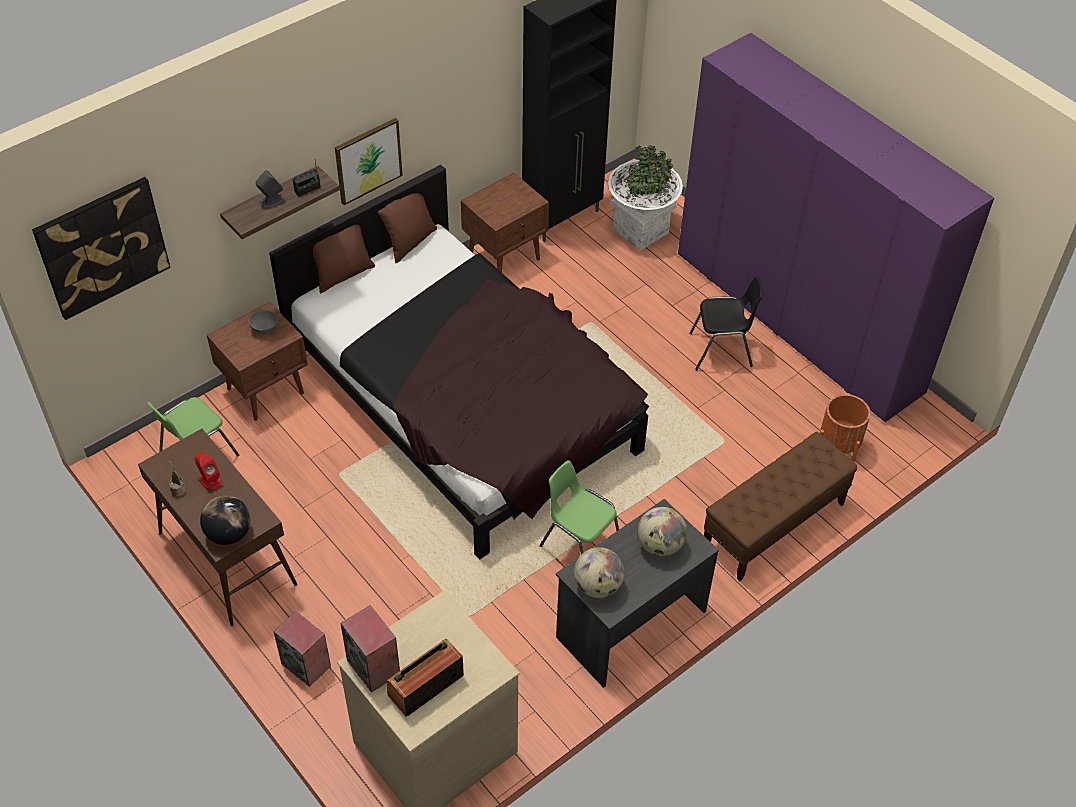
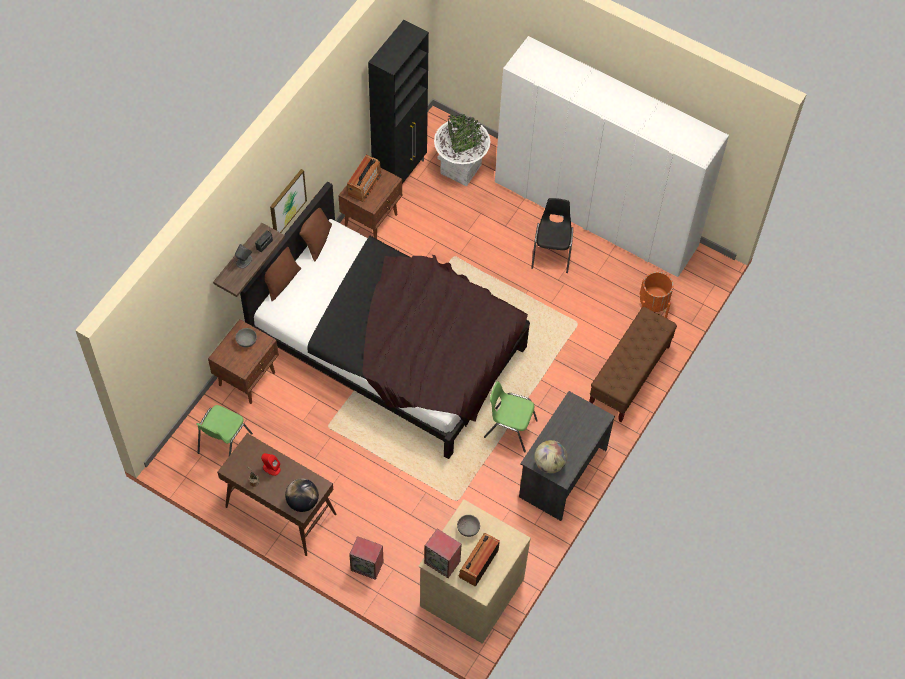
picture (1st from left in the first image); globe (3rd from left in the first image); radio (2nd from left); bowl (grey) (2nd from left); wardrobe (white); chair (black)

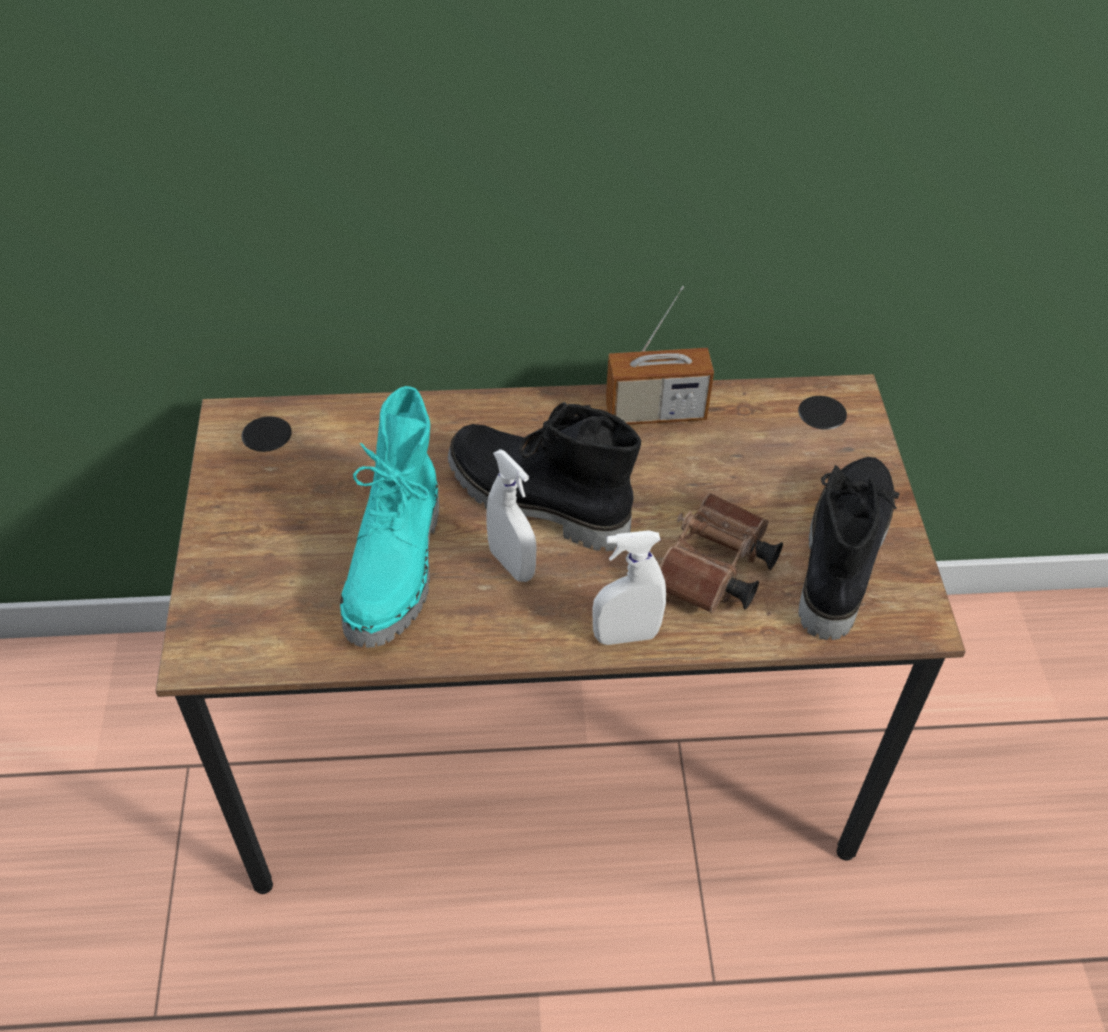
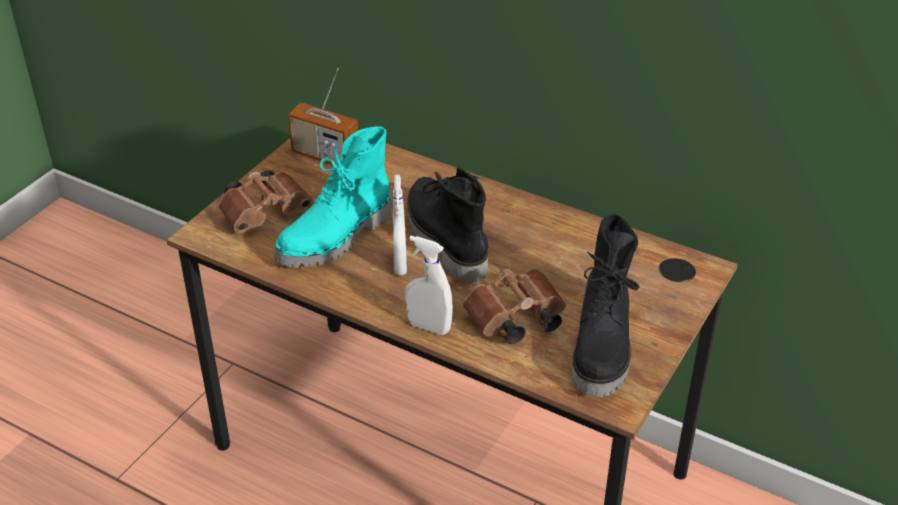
binoculars (brown) (1st from left); radio; boot (black) (2nd from left)

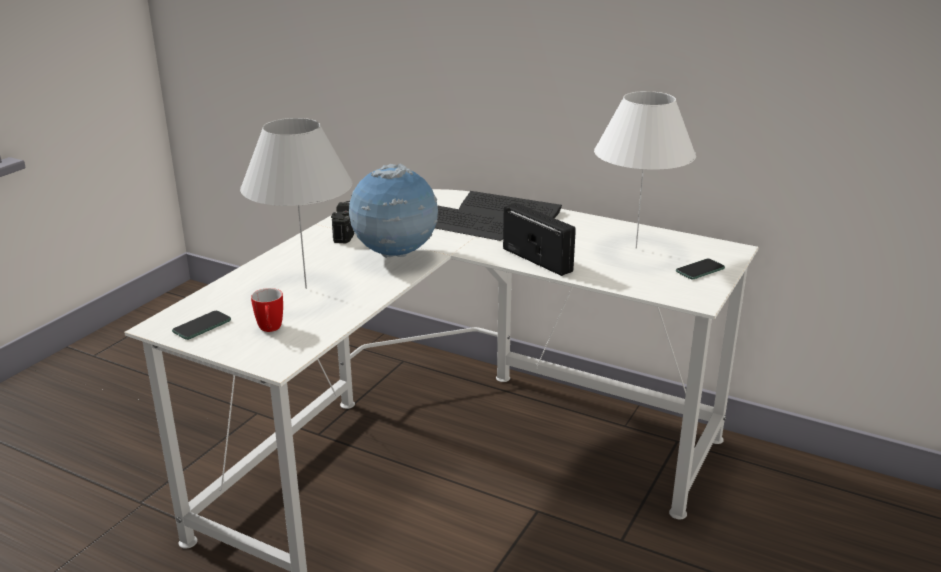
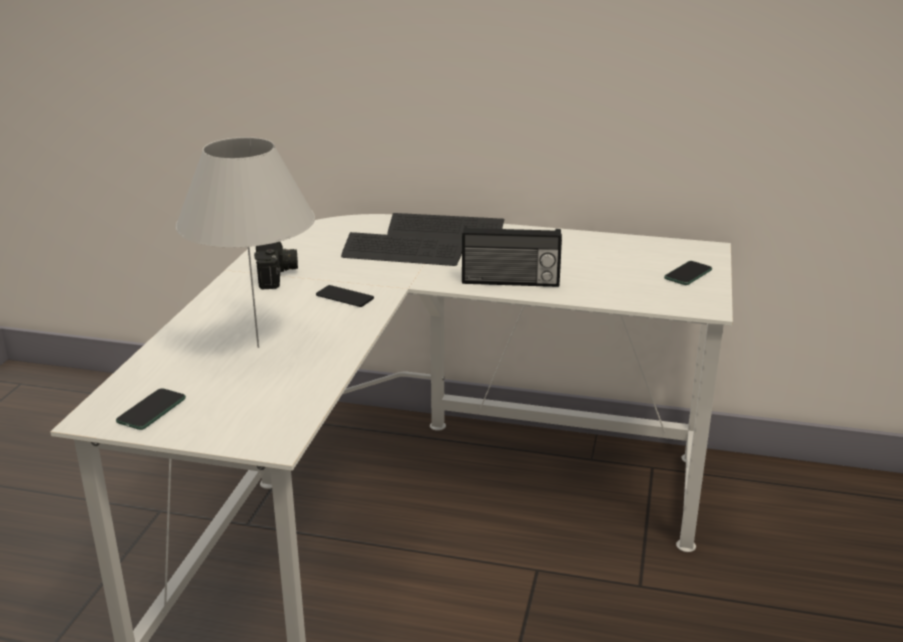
mug; table lamp (white) (2nd from left in the first image); phone (2nd from left); radio

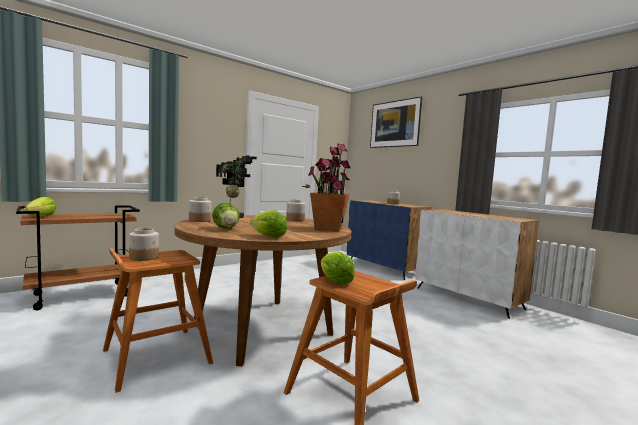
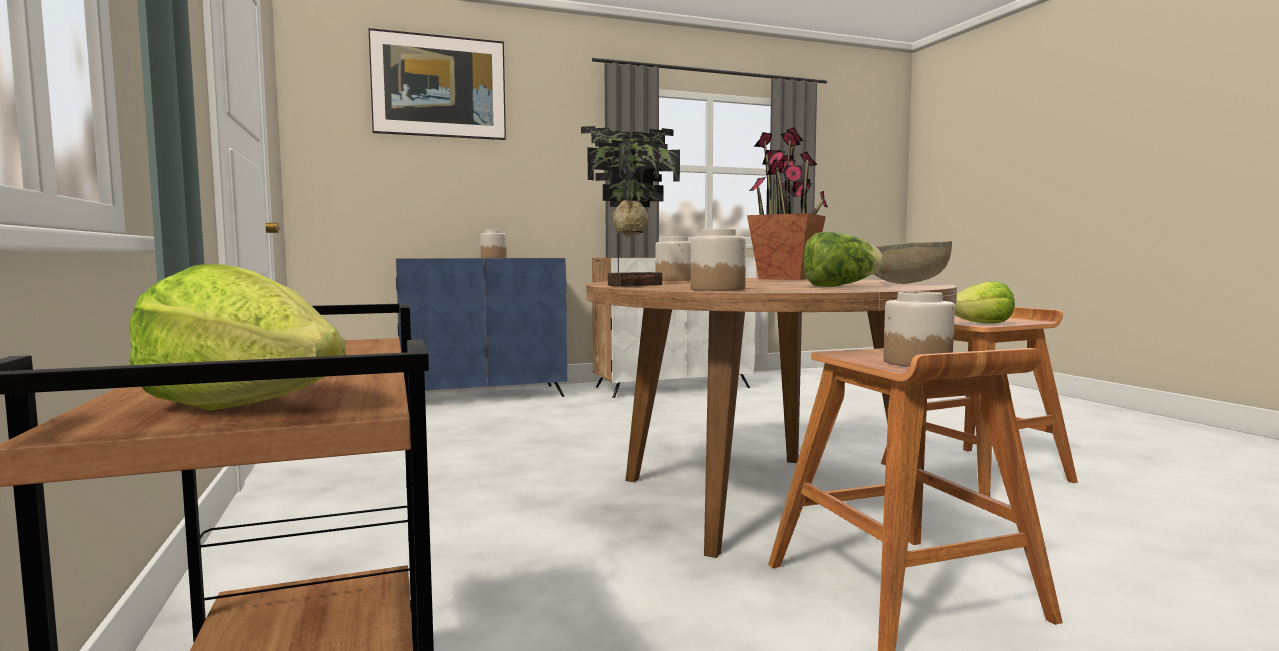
bowl (brown)

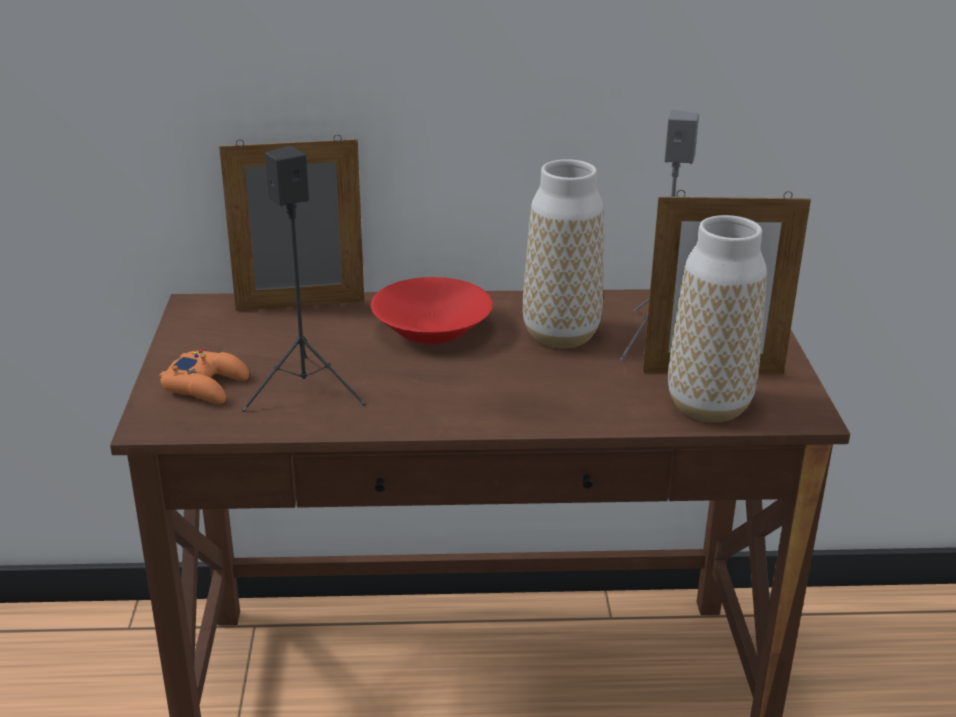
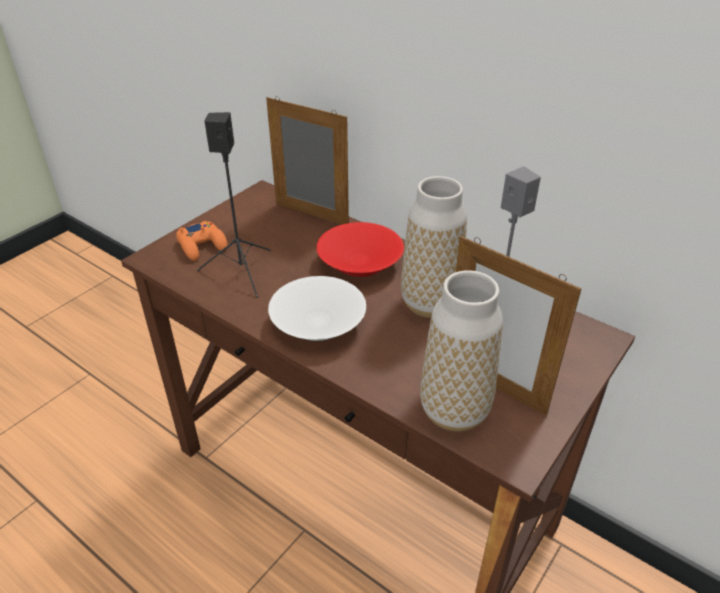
bowl (white)

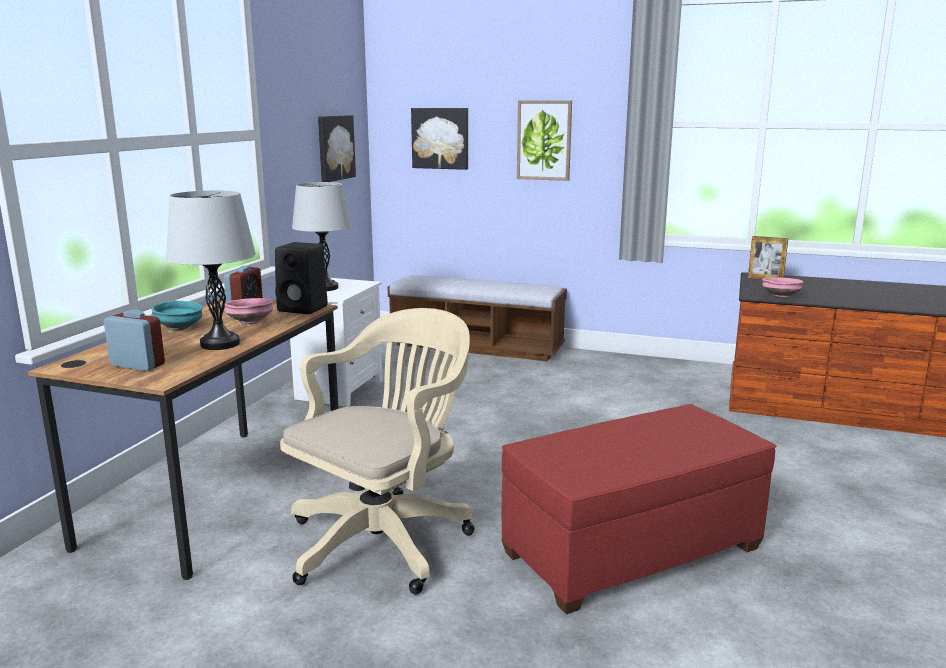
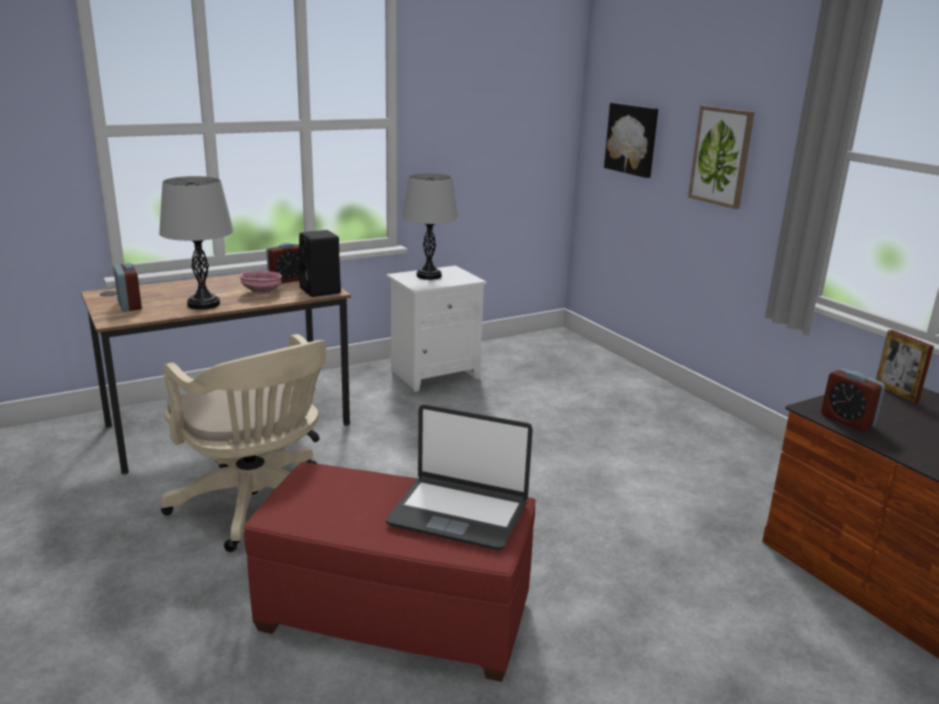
bowl (turquoise); picture (1st from left in the first image); bench; laptop; alarm clock (3rd from left); office chair (beige)

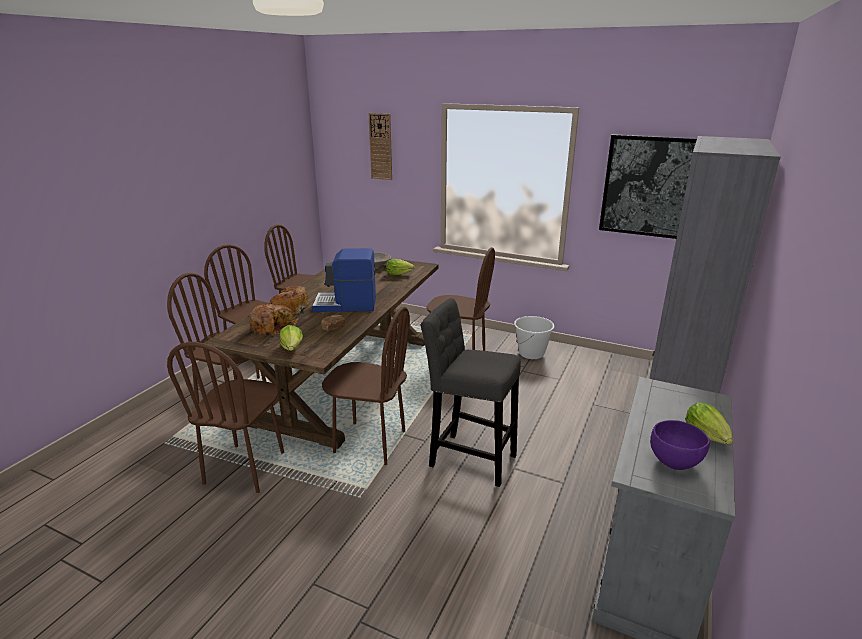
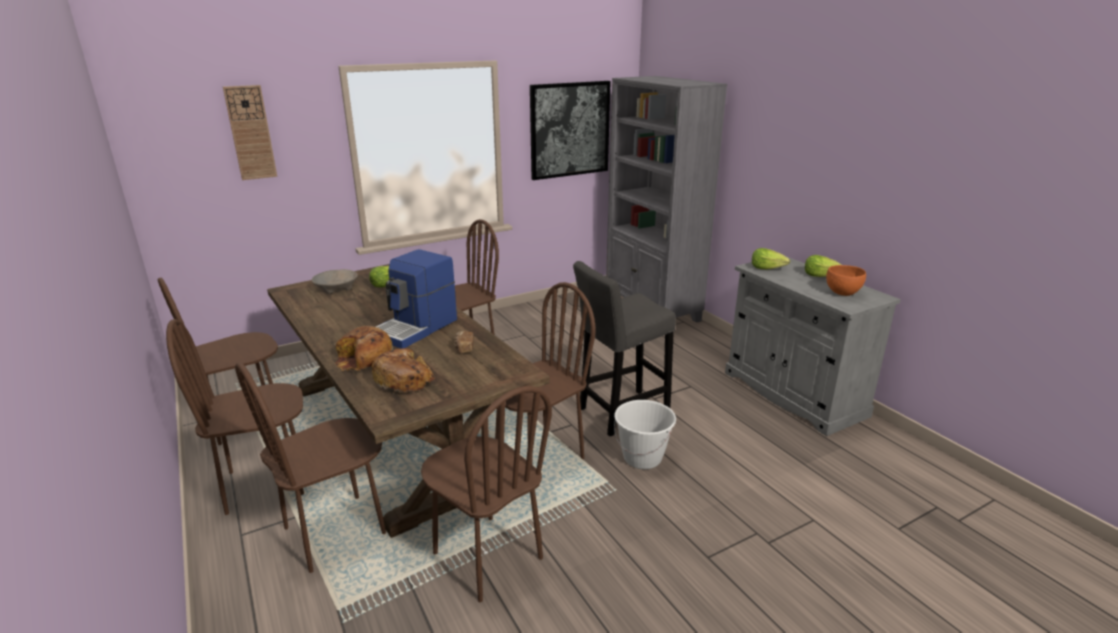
lettuce (2nd from left); bucket (white); bowl (orange)

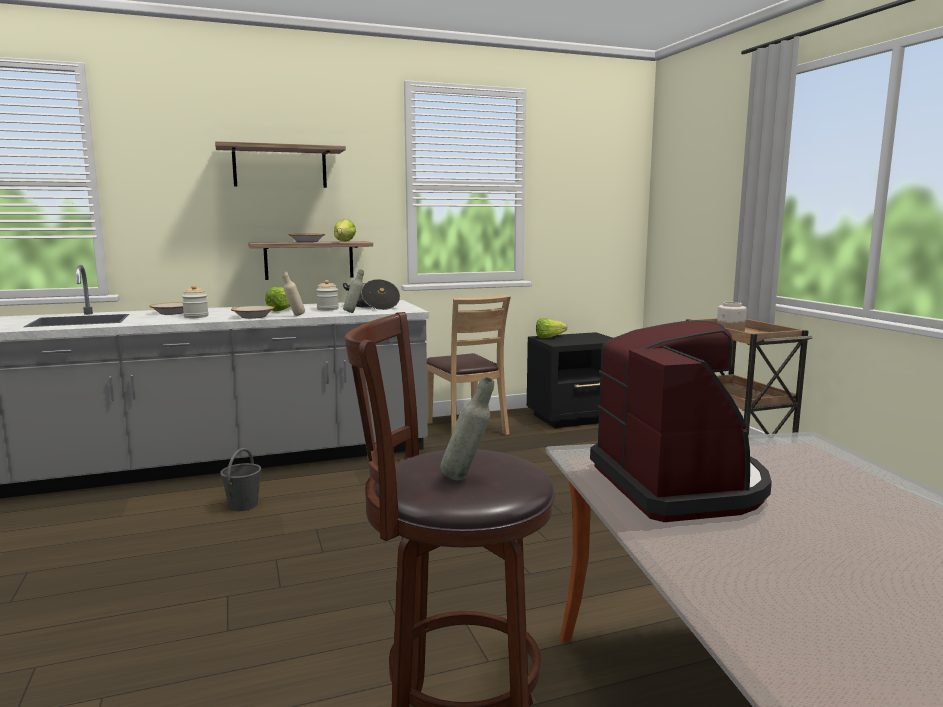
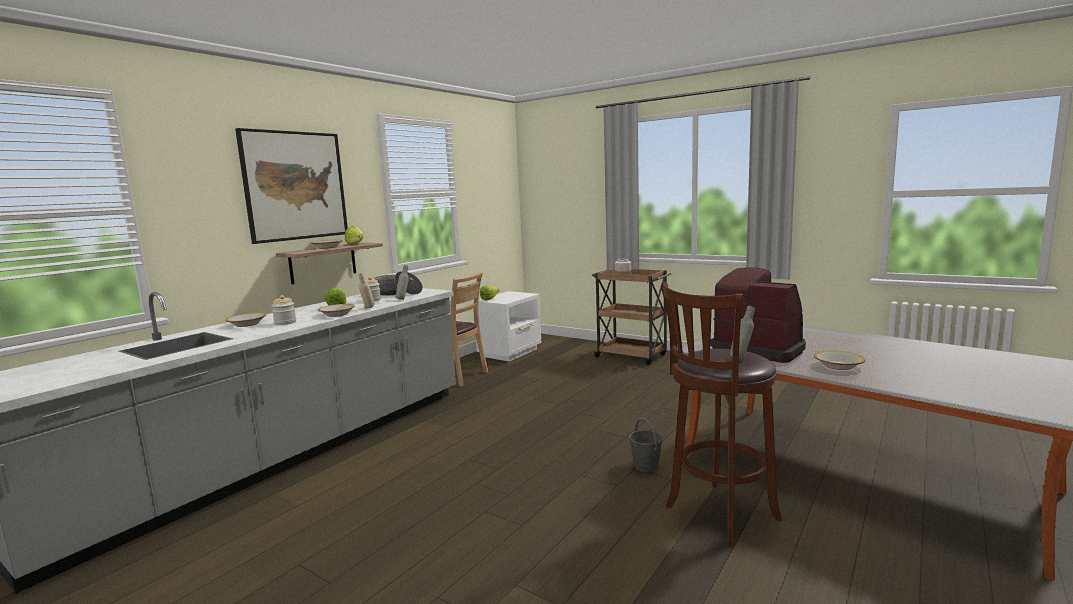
bowl (4th from left); bucket (grey); picture; nightstand (white)

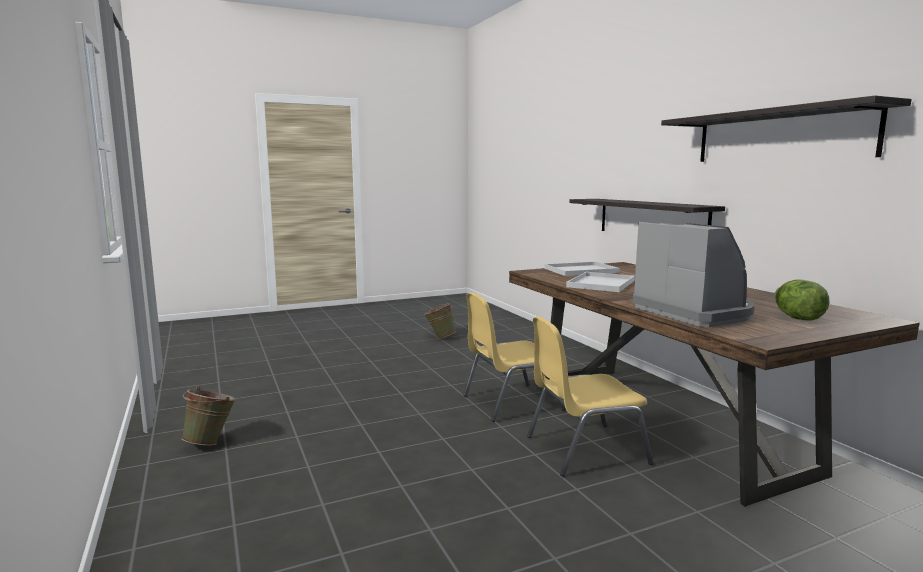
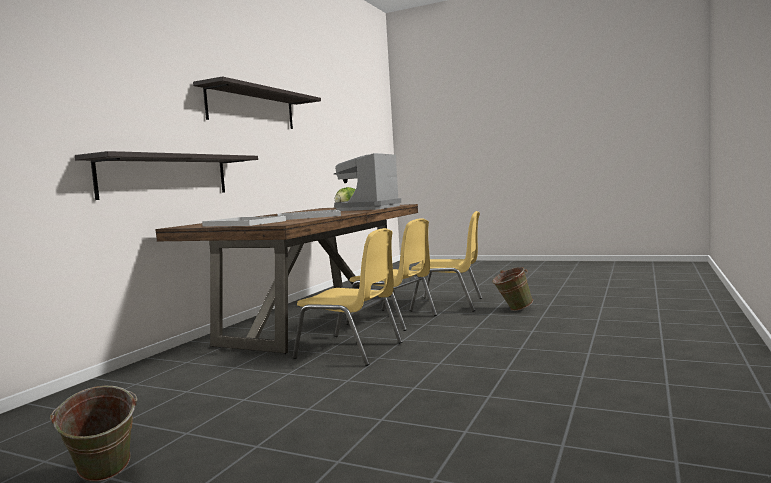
chair (yellow) (3rd from left); bucket (green) (2nd from left)

